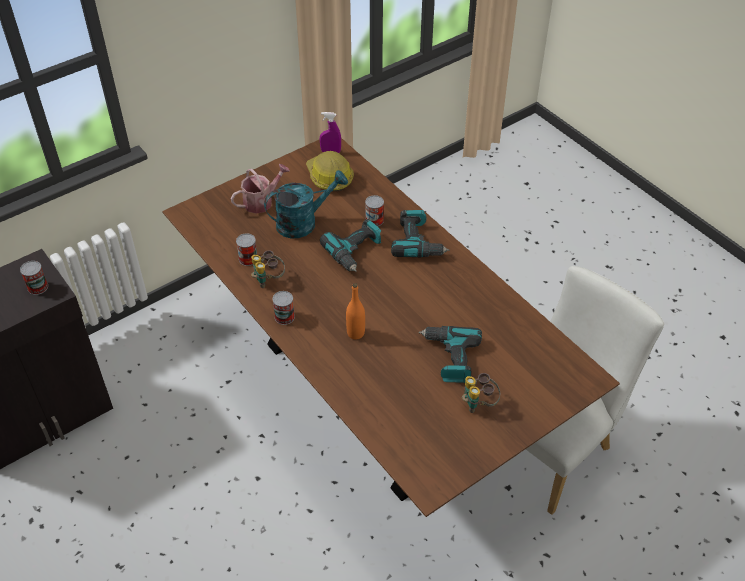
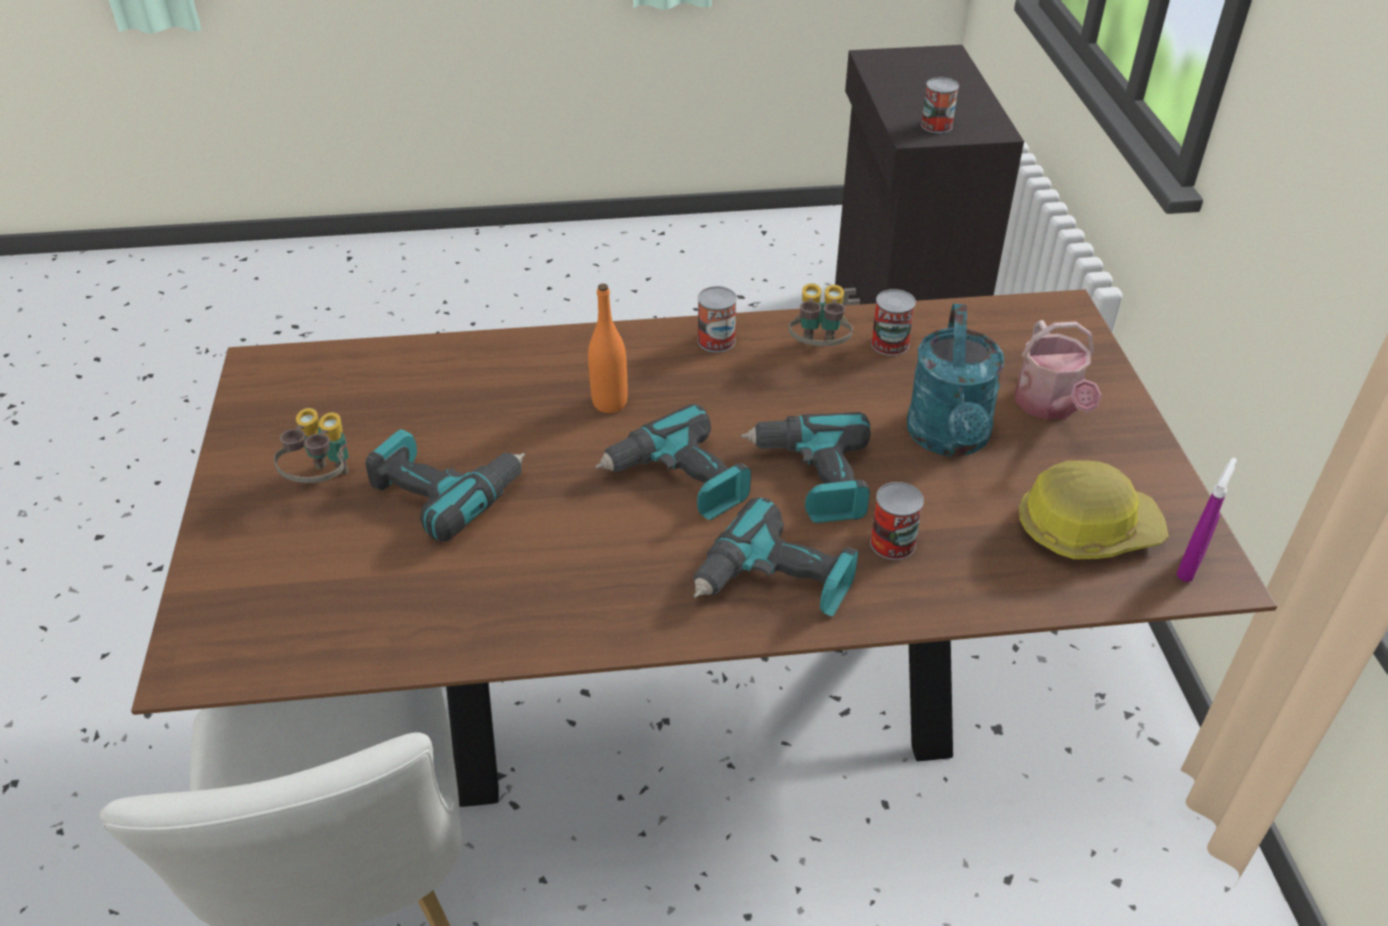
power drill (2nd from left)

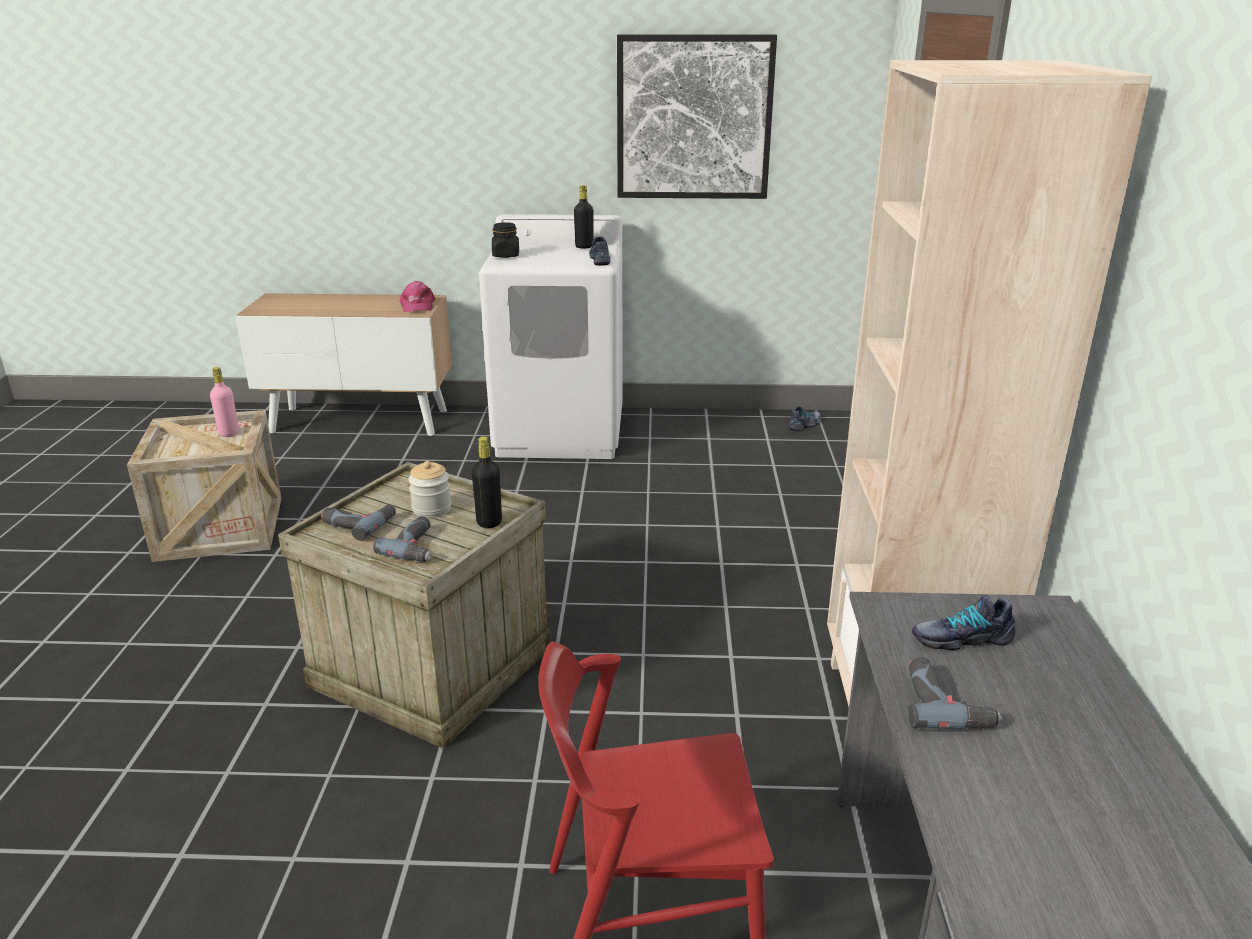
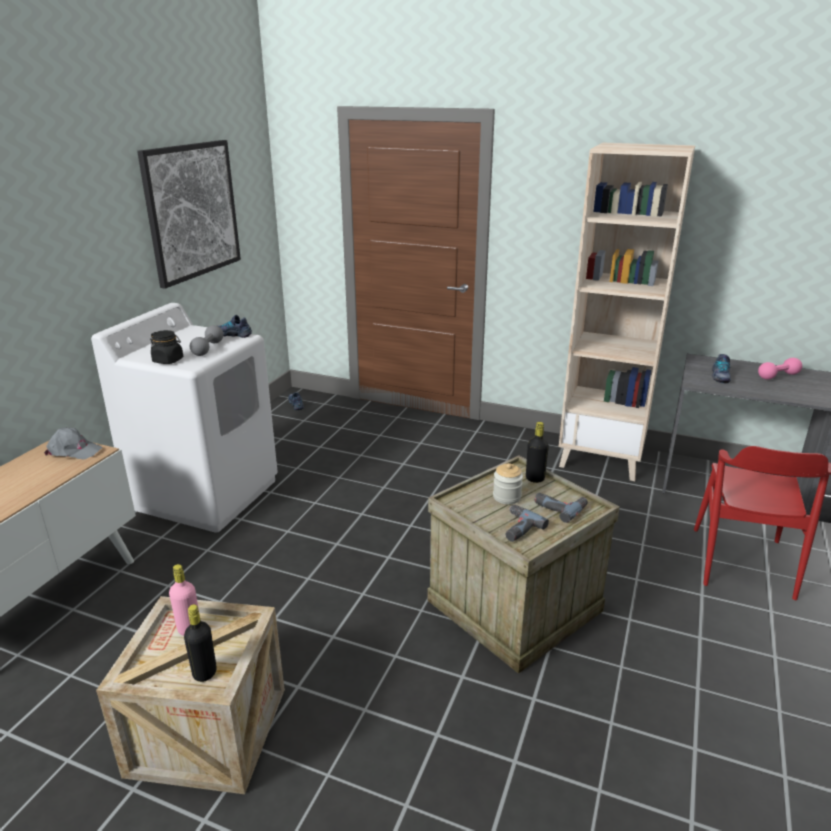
power drill (3rd from left in the first image); dumbbell (grey); dumbbell (pink); bottle (black) (1st from left); cap (grey)

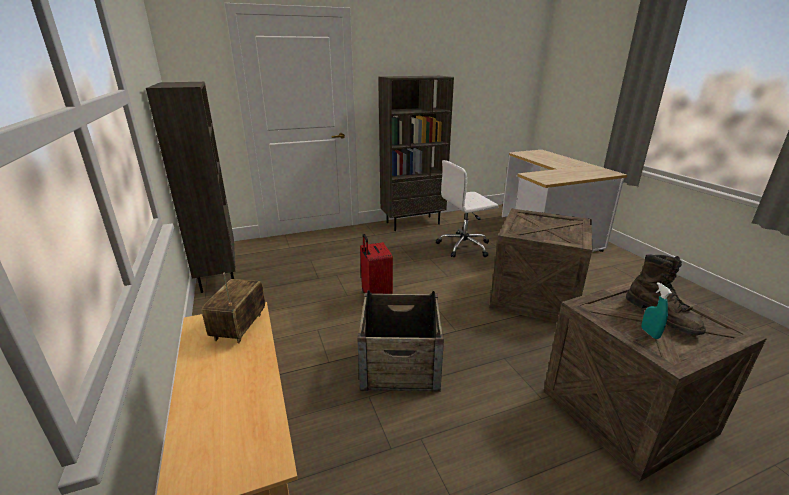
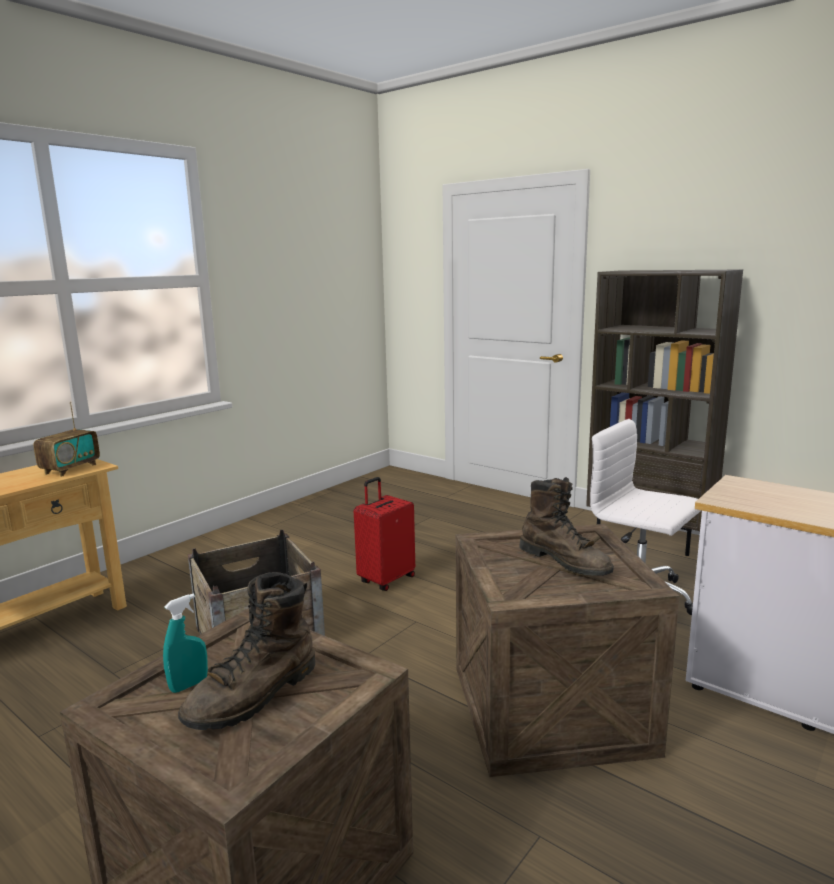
bookcase (brown) (1st from left in the first image); boot (brown) (2nd from left); radio

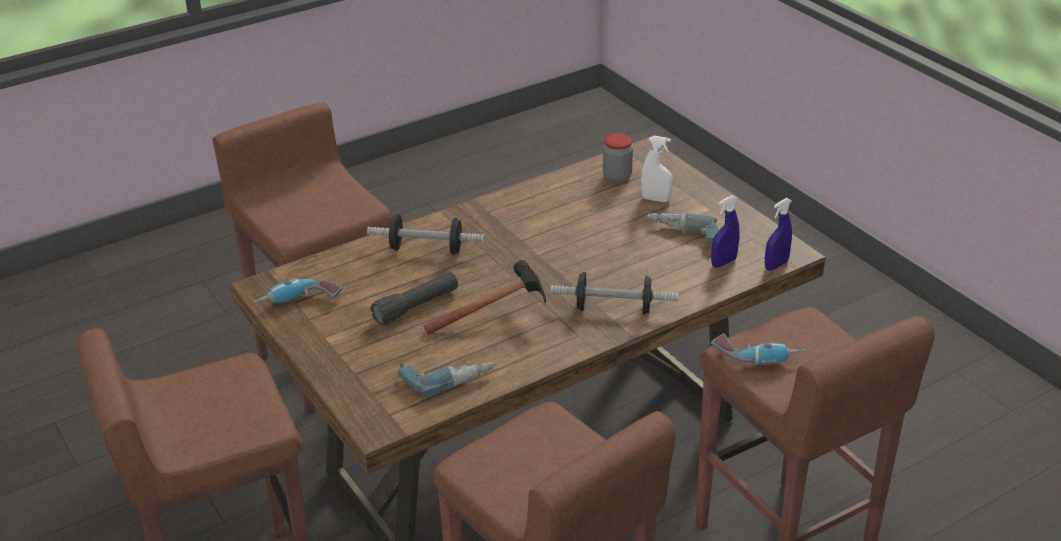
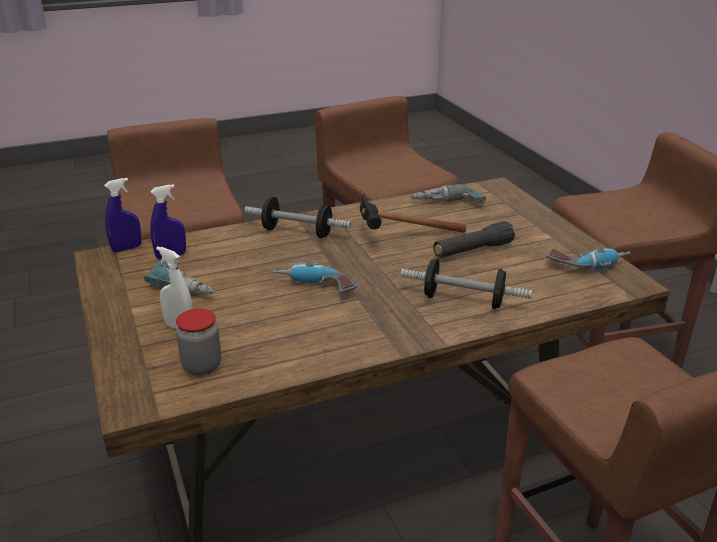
power drill (2nd from left)

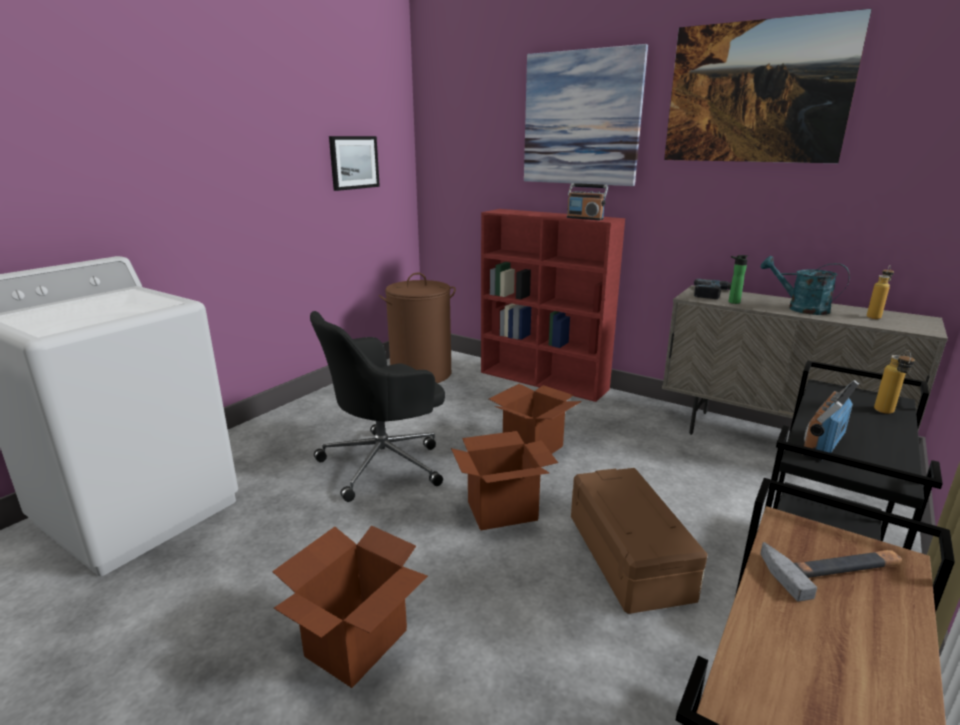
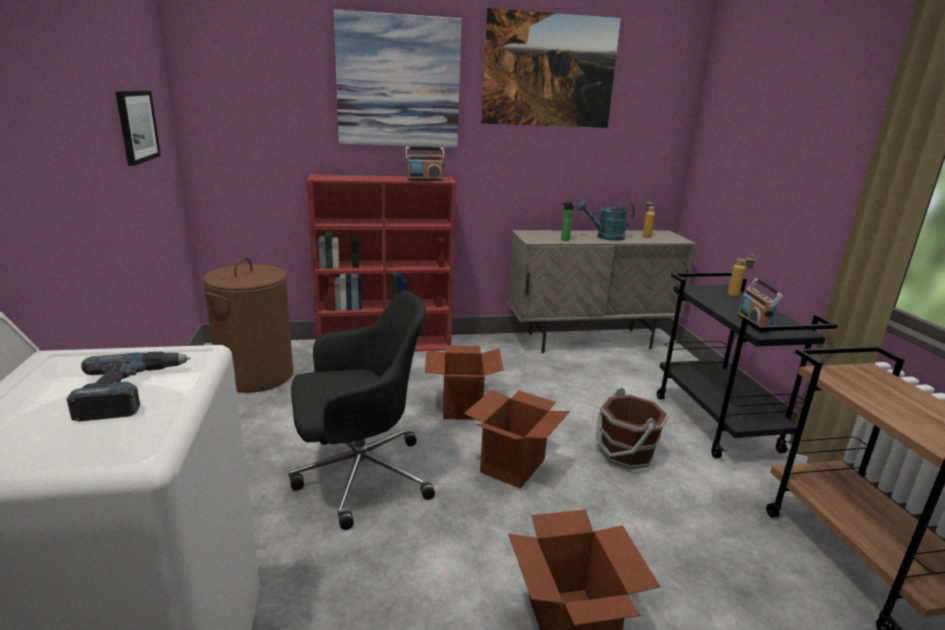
hammer; power drill; bucket (brown); office chair (black)

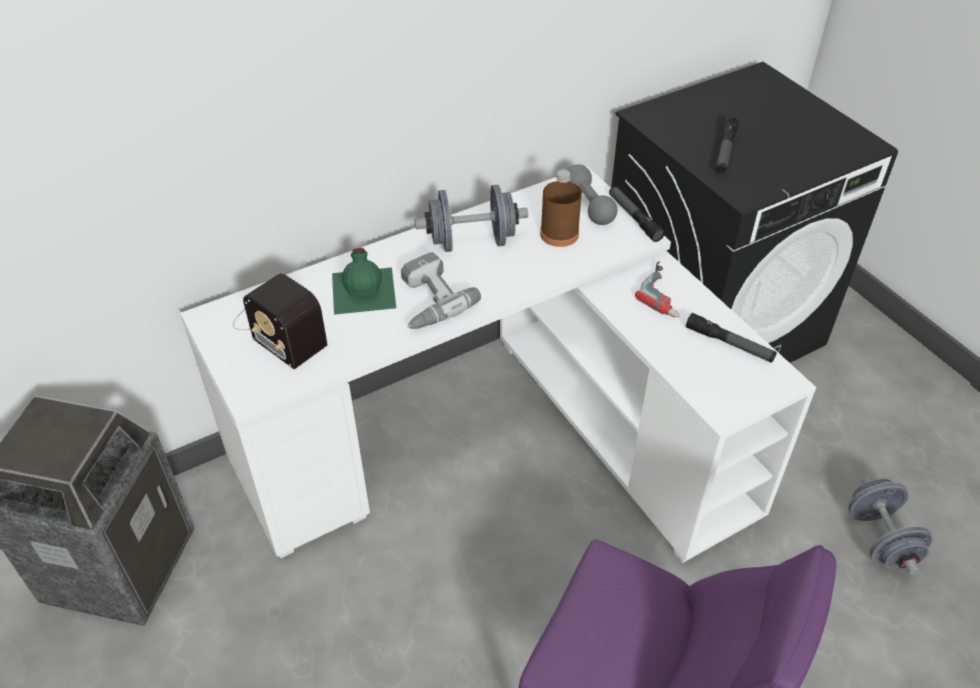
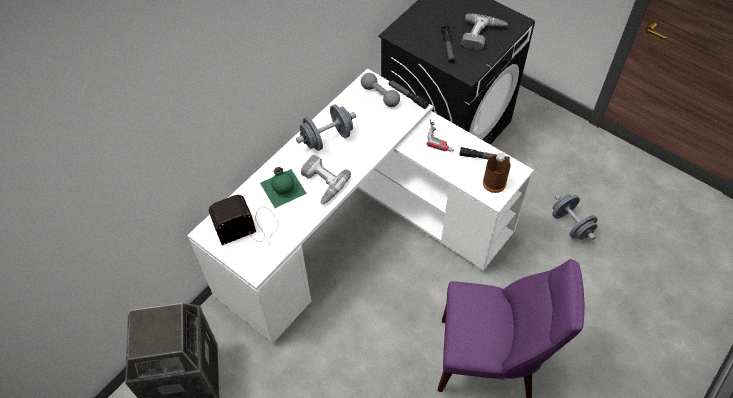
power drill (3rd from left); bottle (brown); radio

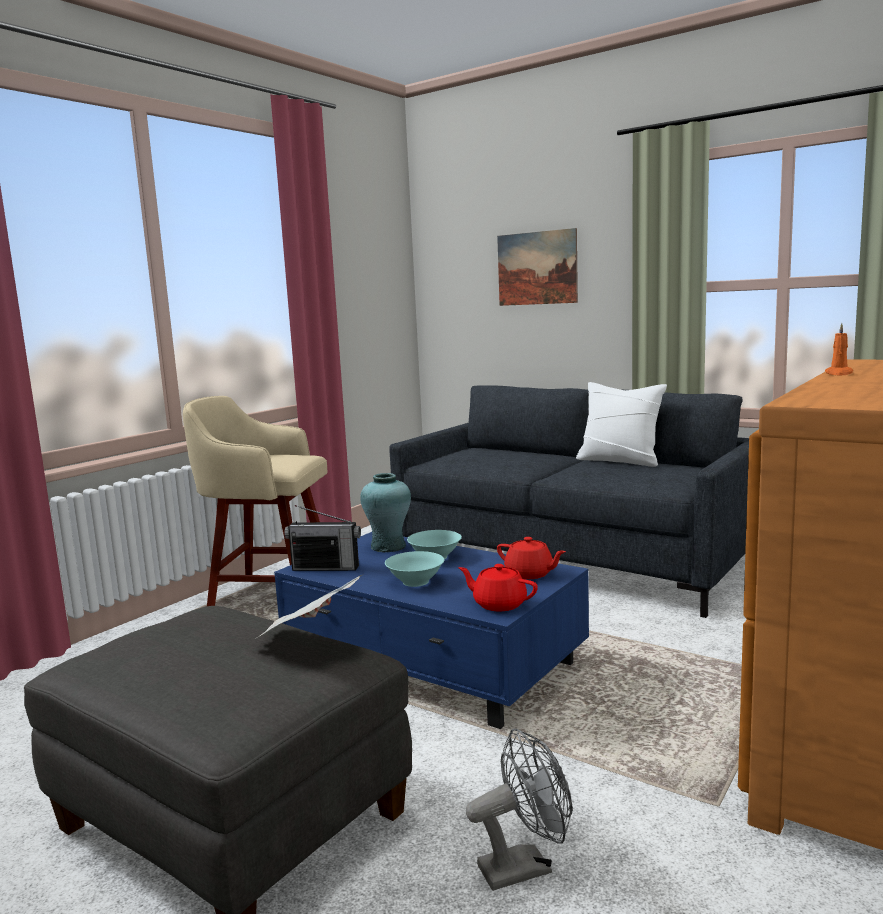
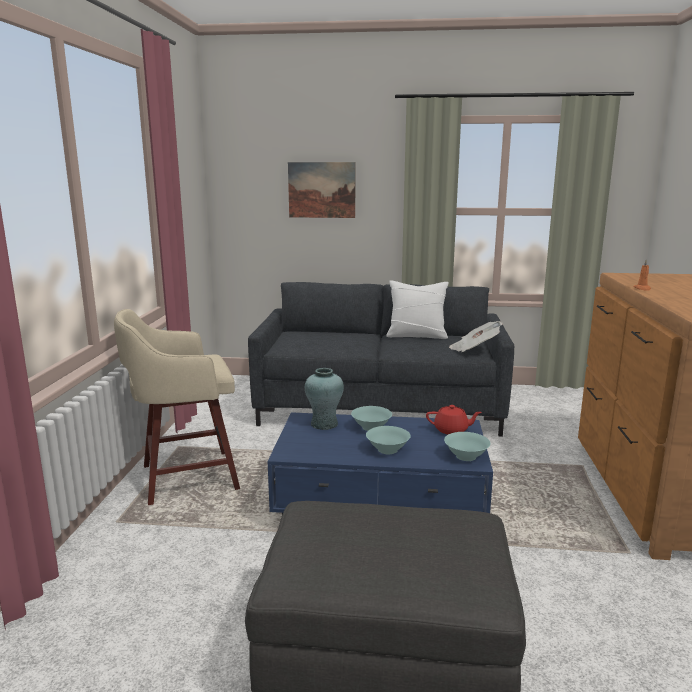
radio; fan (grey); newspaper; bowl (turquoise) (3rd from left)

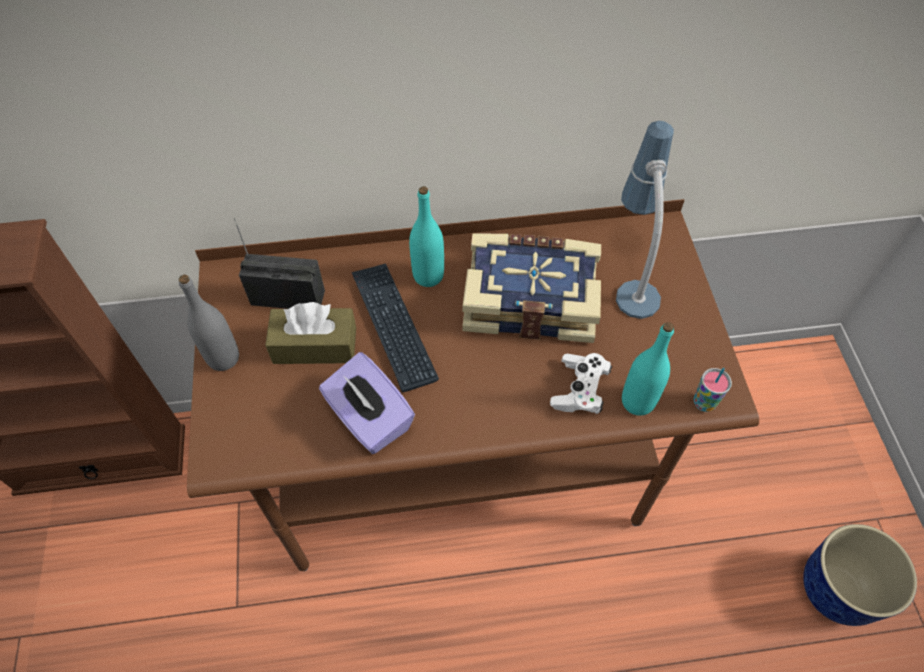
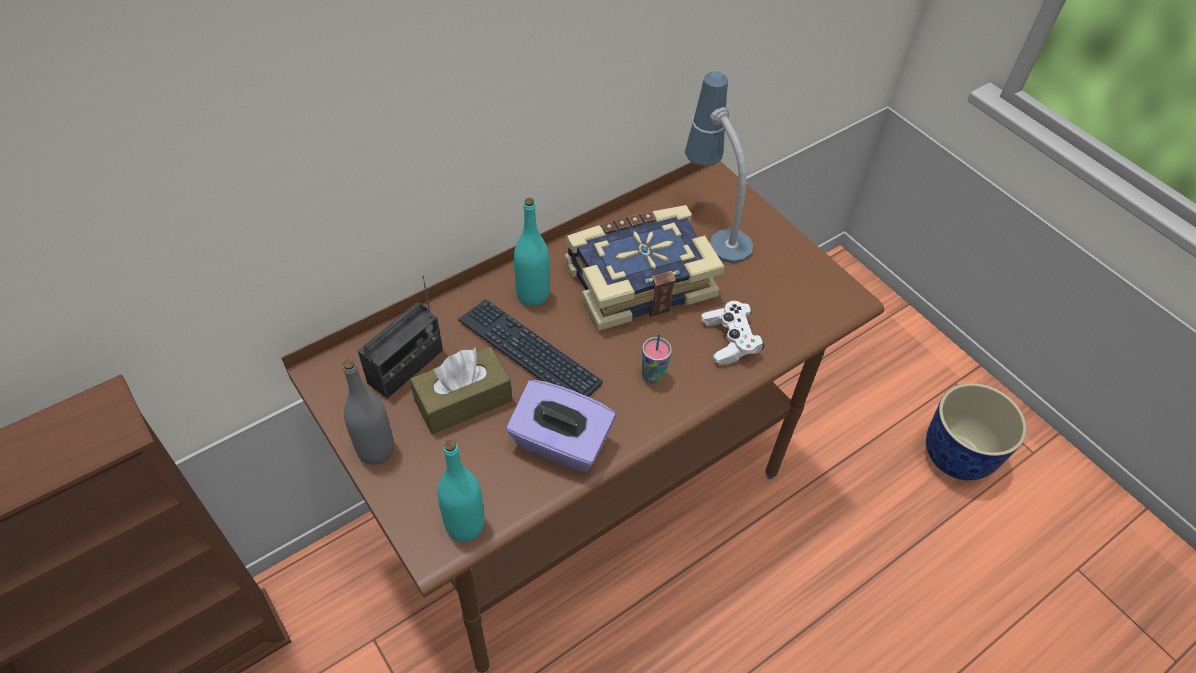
bottle (turquoise) (1st from left); cup; radio

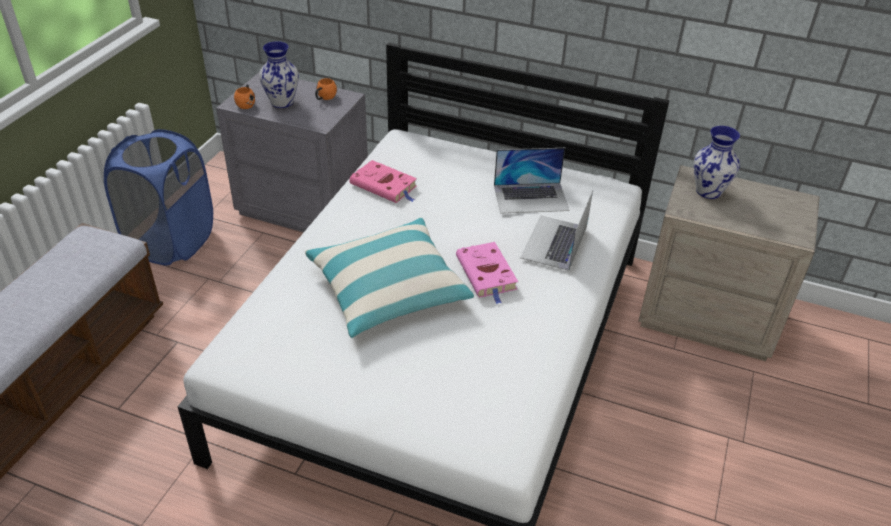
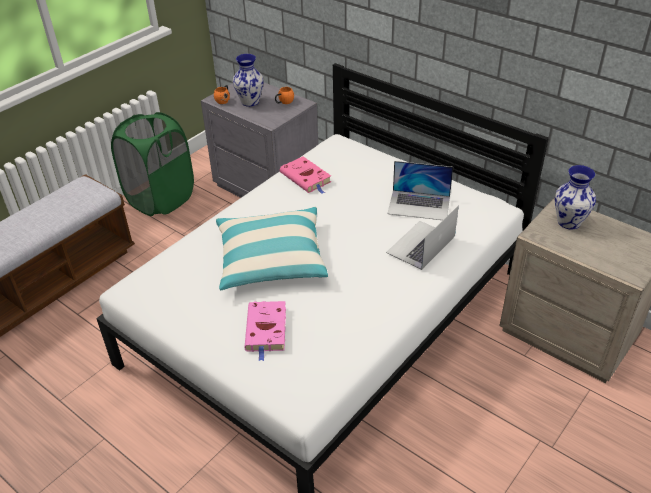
book (pink) (1st from left); laundry basket (green)

